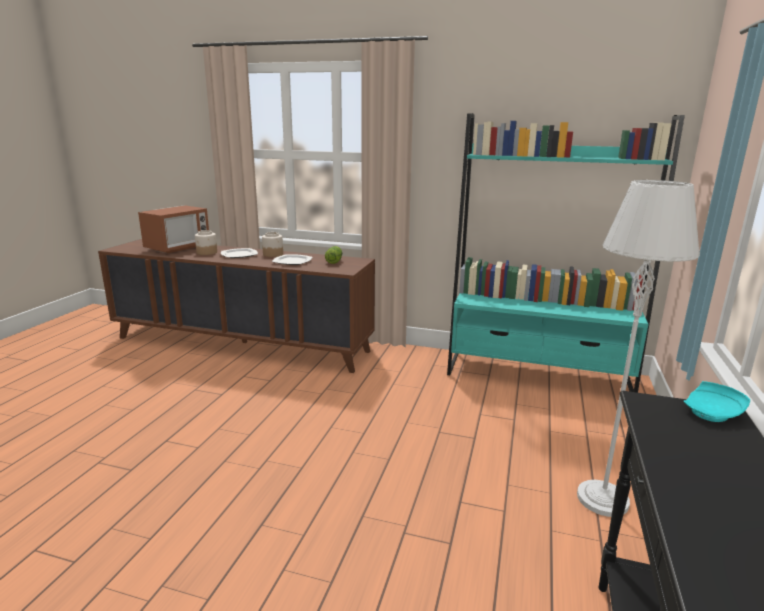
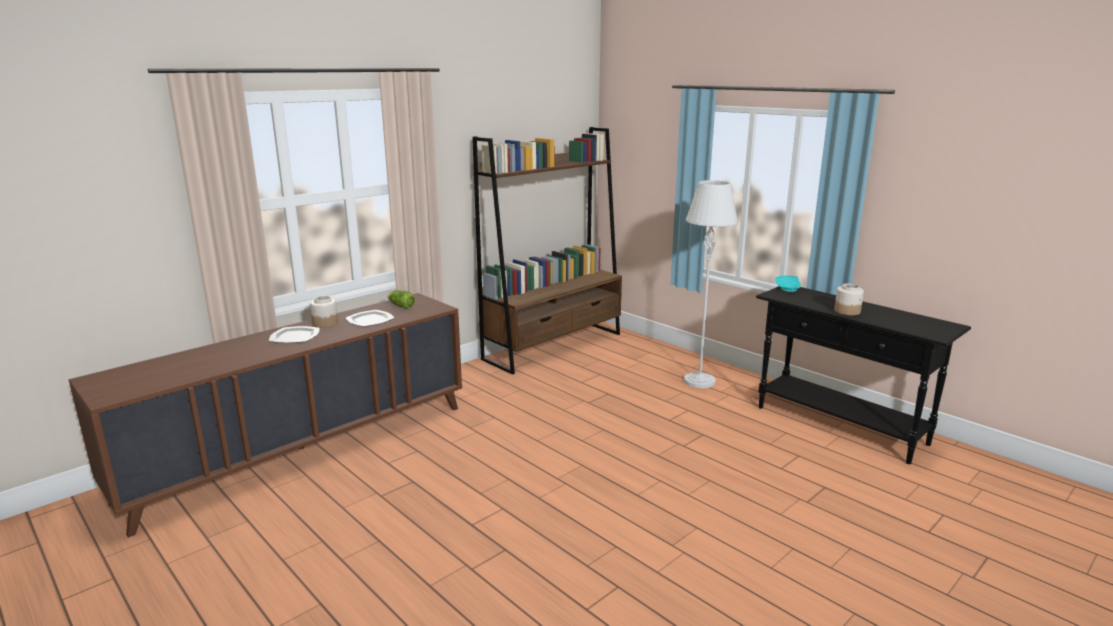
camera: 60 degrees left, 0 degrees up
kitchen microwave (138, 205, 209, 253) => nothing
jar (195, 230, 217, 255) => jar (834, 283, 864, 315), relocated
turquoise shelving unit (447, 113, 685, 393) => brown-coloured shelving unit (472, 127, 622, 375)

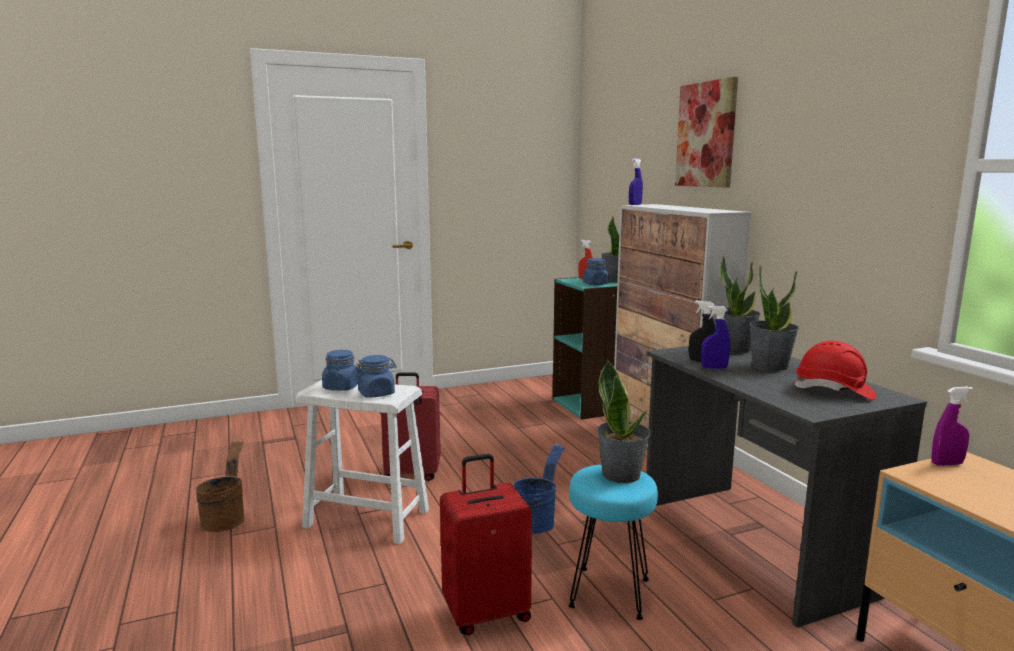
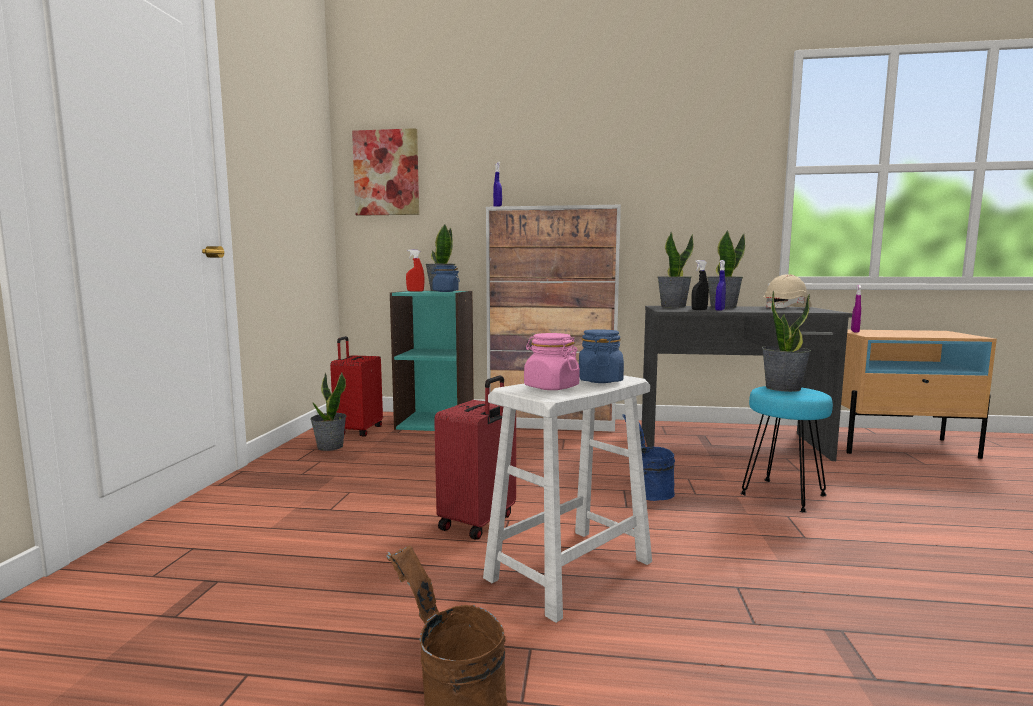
camera: 60 degrees left, 5 degrees down
bluish jar (322, 350, 360, 391) => pink-coloured jar (524, 333, 580, 390)
red-coloured travel case (440, 454, 532, 635) => red-coloured travel case (330, 336, 383, 437), relocated
wall art (675, 77, 738, 187) => wall art (352, 128, 419, 216), relocated
red-coloured work helmet (793, 341, 877, 400) => beige-coloured work helmet (763, 274, 812, 308)
nothing => potted plant (310, 373, 346, 451)

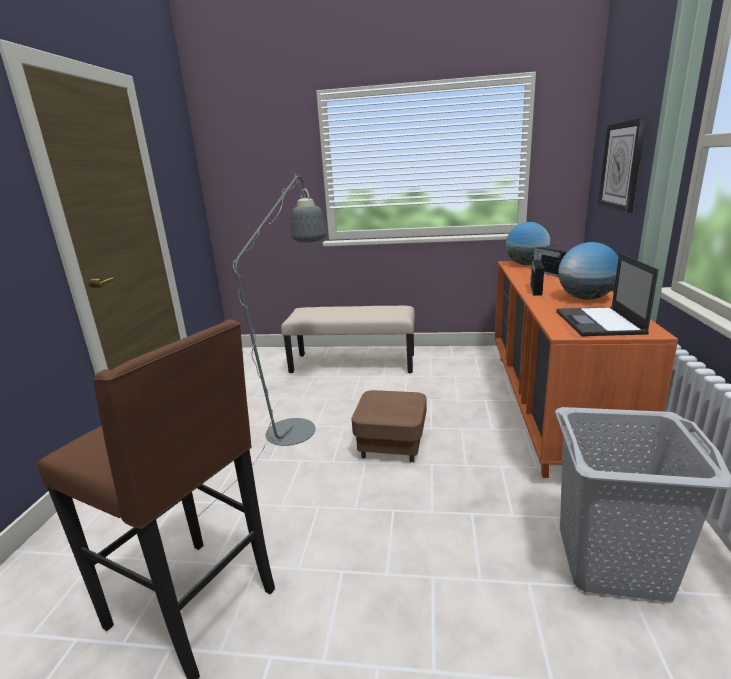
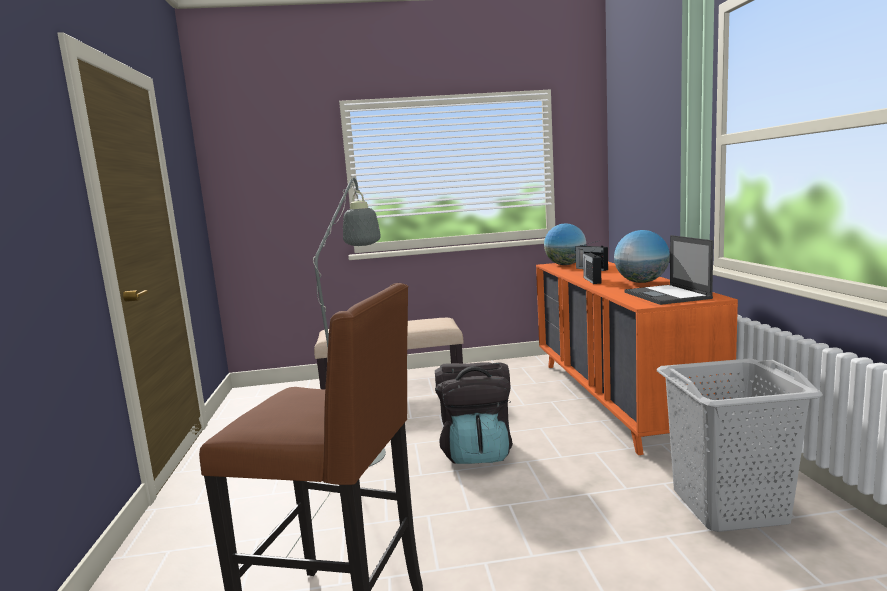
camera: 15 degrees left, 10 degrees down
brown-coloured footrest (352, 390, 427, 462) => black-coloured rucksack (435, 362, 513, 464)
wall clock (598, 118, 646, 213) => nothing

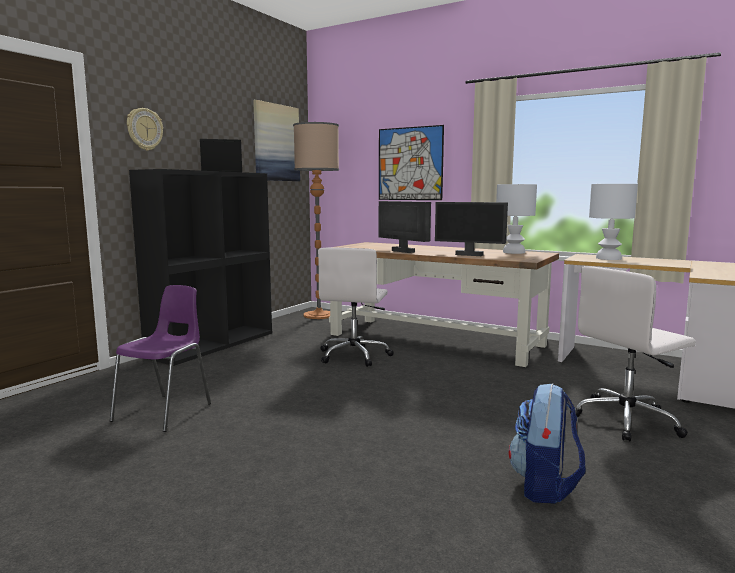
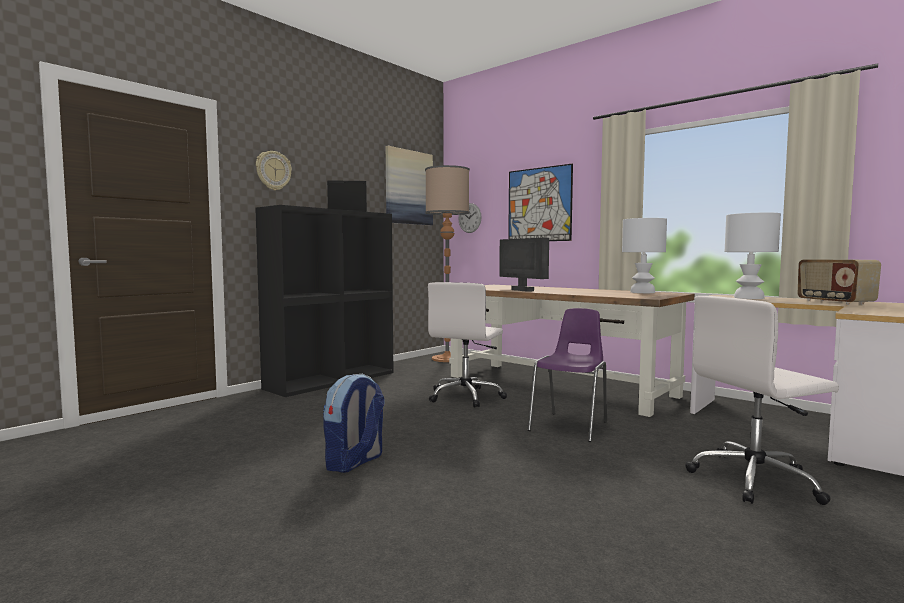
camera: 10 degrees right, 5 degrees down
purplish upright chair (110, 285, 211, 432) => purplish upright chair (528, 308, 607, 442), relocated
monitor (435, 202, 508, 256) => nothing
rucksack (509, 383, 585, 504) => rucksack (323, 374, 385, 473), relocated
nothing => wall clock (458, 203, 482, 233)
nothing => radio (798, 259, 881, 305)

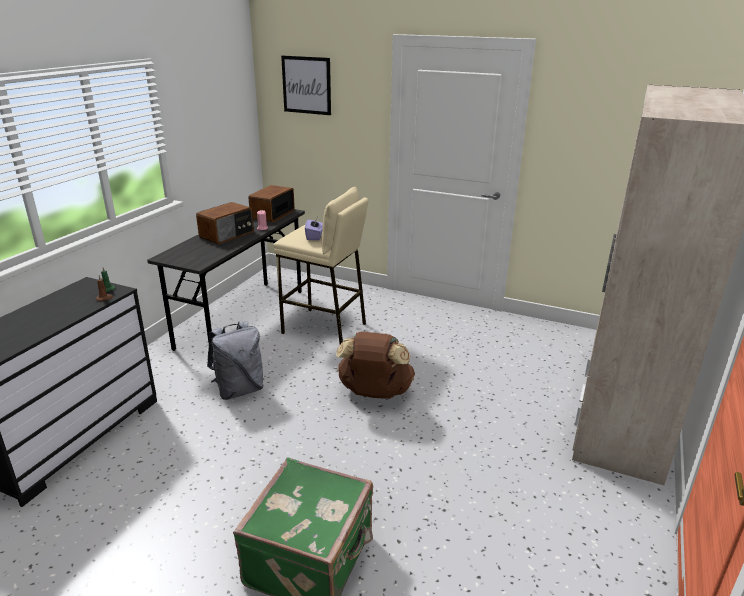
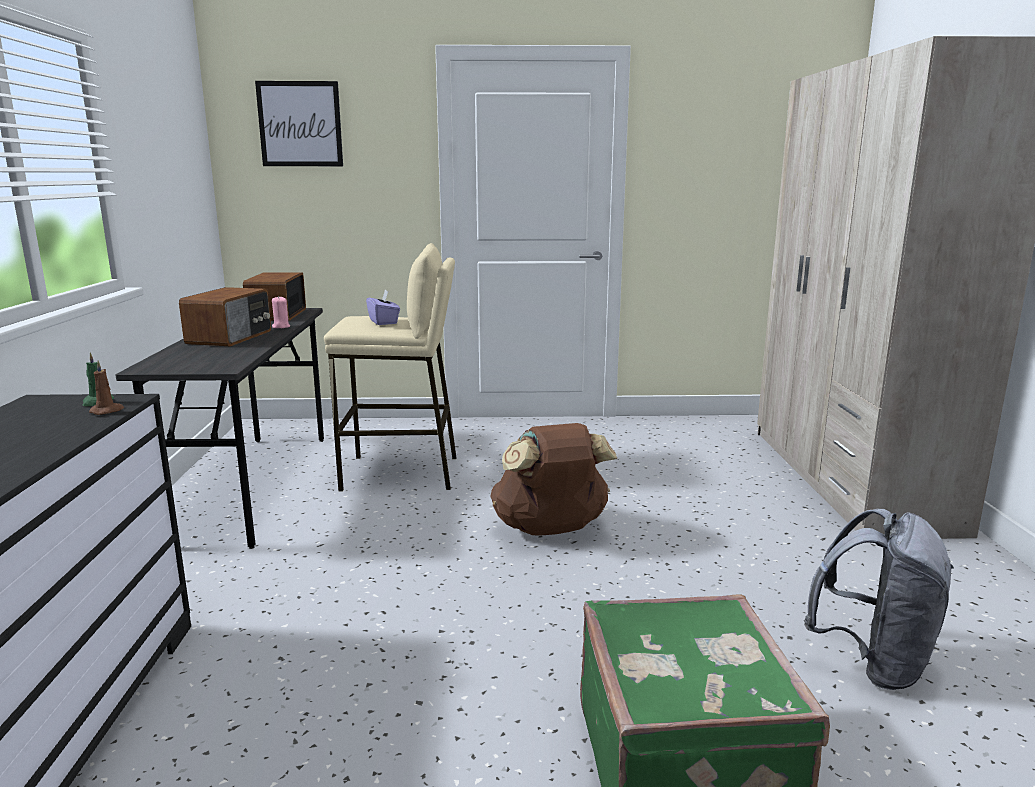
camera: 25 degrees left, 10 degrees down
gray rucksack (207, 321, 264, 400) => gray rucksack (804, 509, 954, 690), relocated

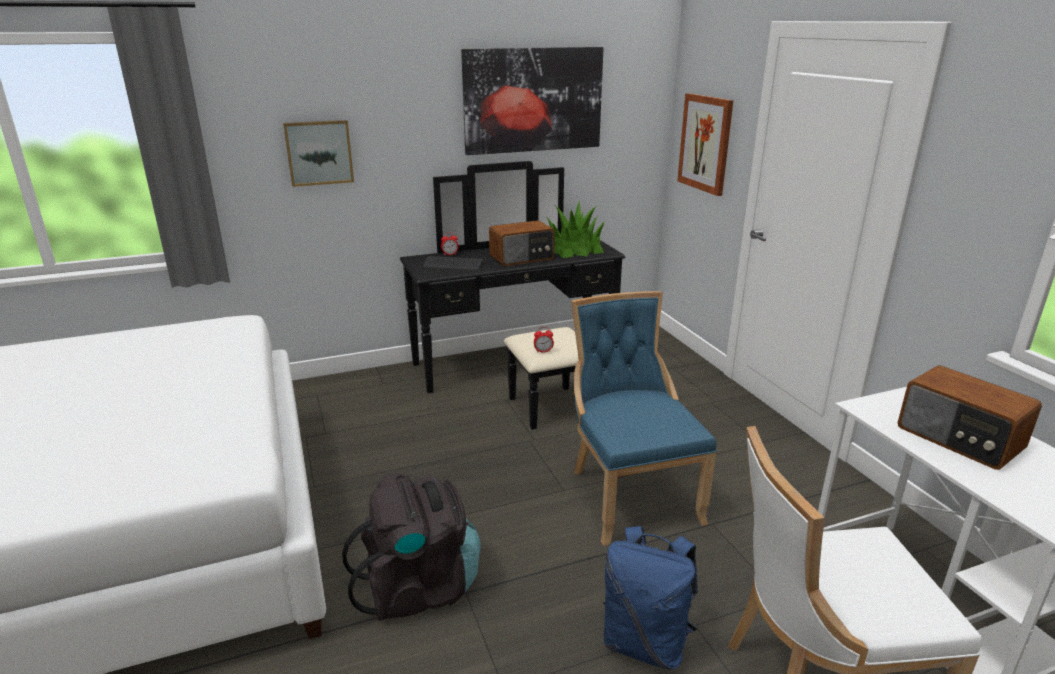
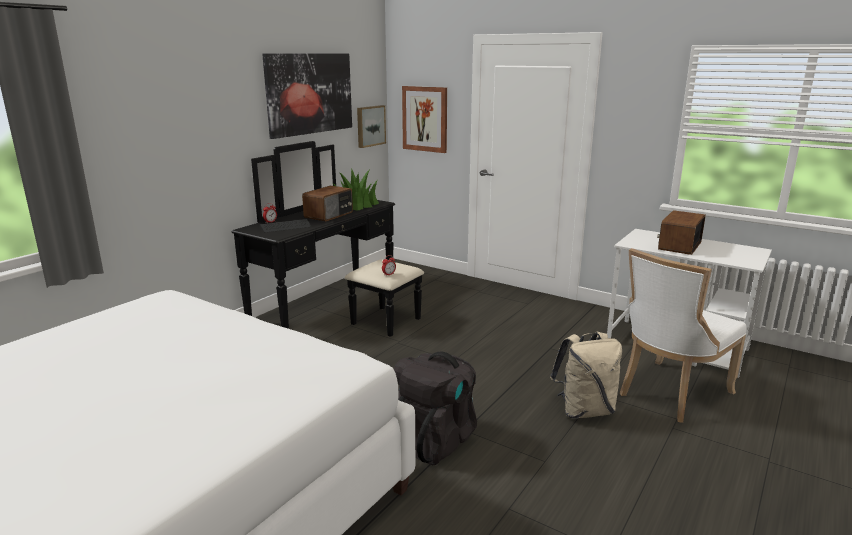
camera: 35 degrees left, 5 degrees down
wall art (283, 120, 354, 187) => wall art (357, 105, 386, 148), relocated
bluish upright chair (571, 291, 717, 546) => nothing
bluish rucksack (603, 526, 698, 670) => beige-coloured rucksack (550, 331, 622, 419)
radio (898, 366, 1042, 470) => radio (657, 210, 706, 255), 105 degrees clockwise

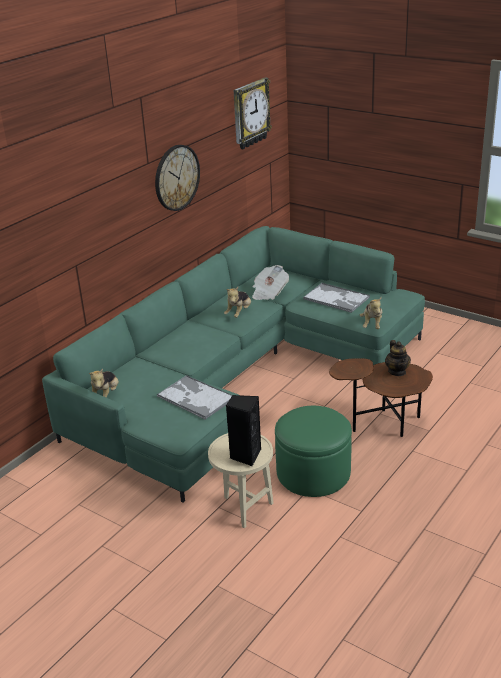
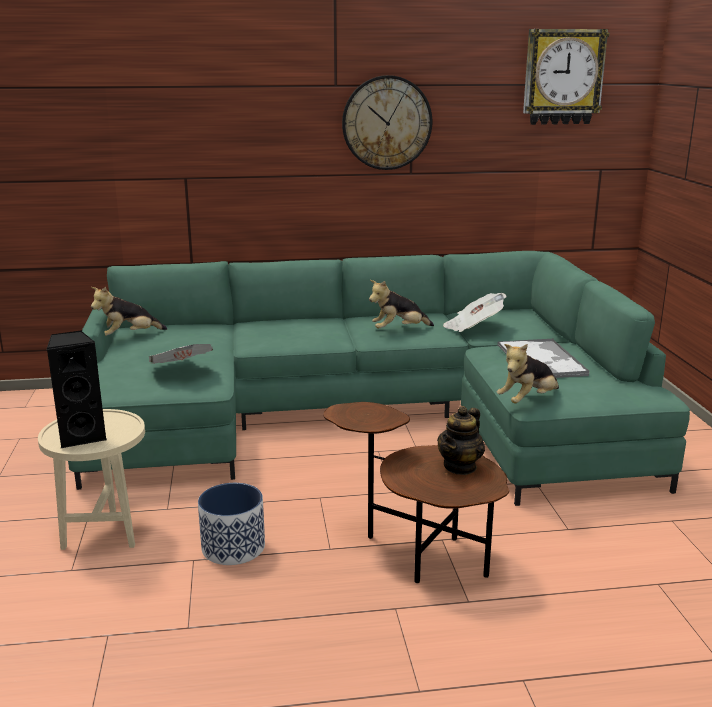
camera: 45 degrees right, 10 degrees down
serving tray (157, 375, 232, 420) => daily paper (148, 344, 213, 364)
green-coloured footrest (275, 406, 352, 497) => planter (198, 483, 265, 565)

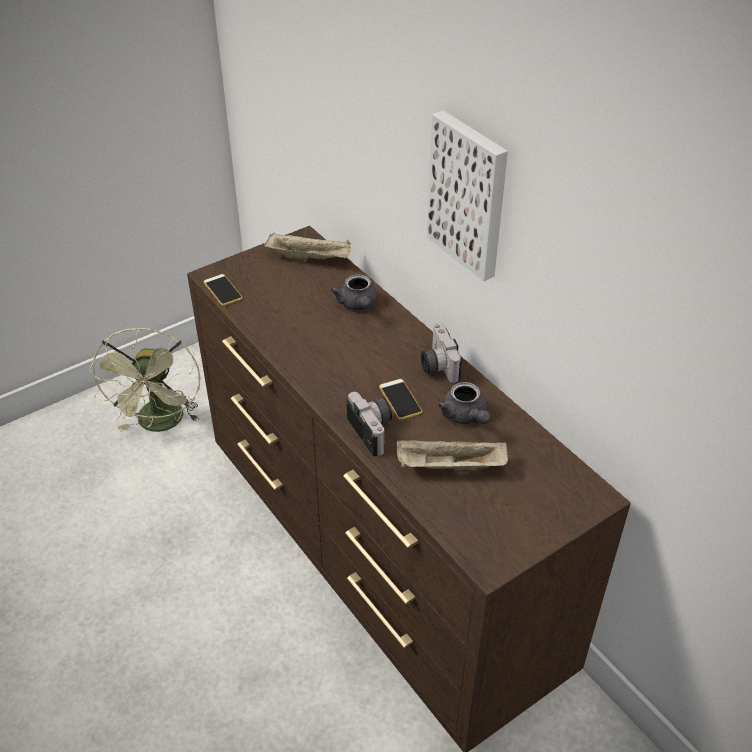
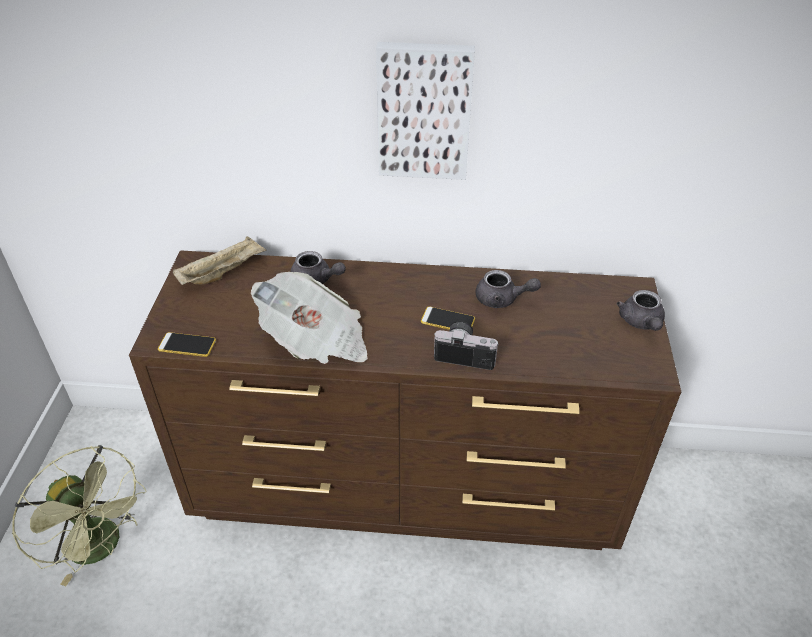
camera: 50 degrees left, 0 degrees up
beige-coloured serving tray (397, 440, 508, 472) => nothing
photo camera (421, 323, 463, 383) => nothing
nothing => daily paper (251, 272, 368, 364)
nothing => gray pot for tea (616, 290, 665, 331)

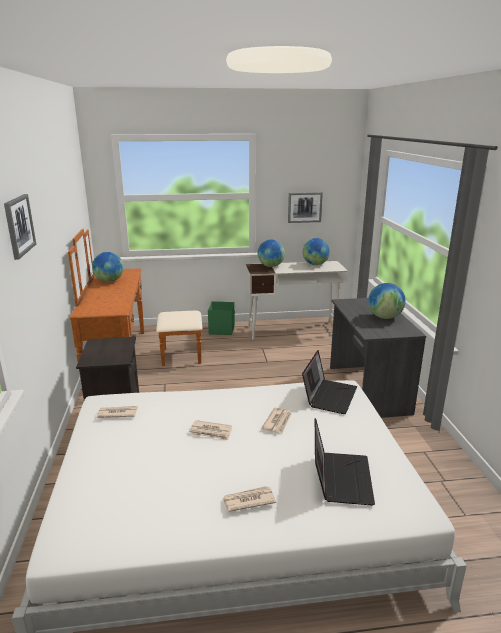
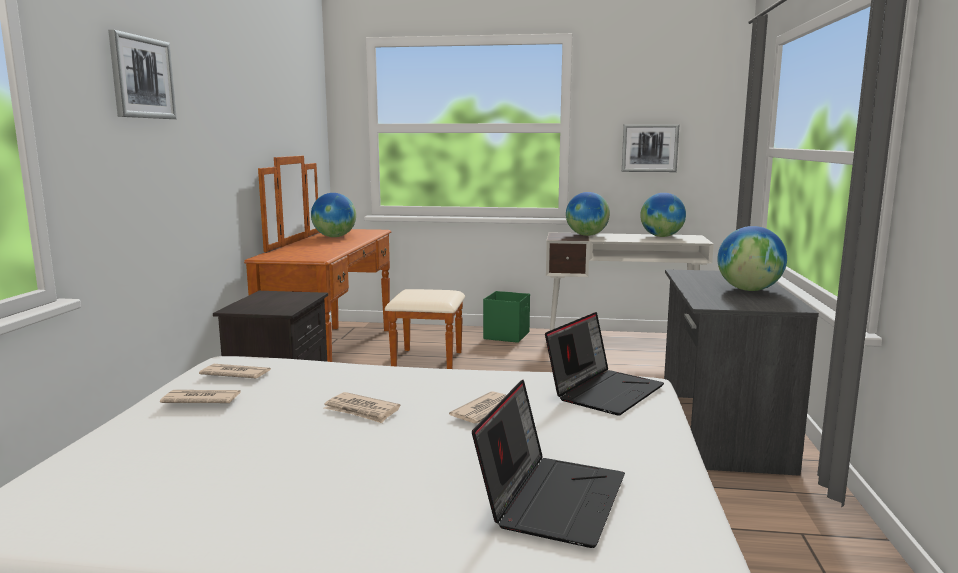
camera: 15 degrees right, 10 degrees down
daily paper (223, 486, 276, 512) => daily paper (160, 390, 241, 403), relocated

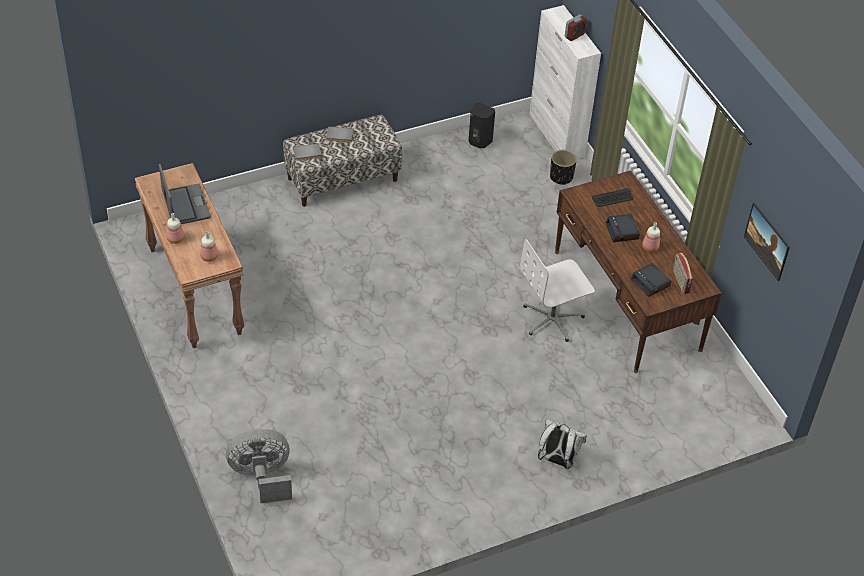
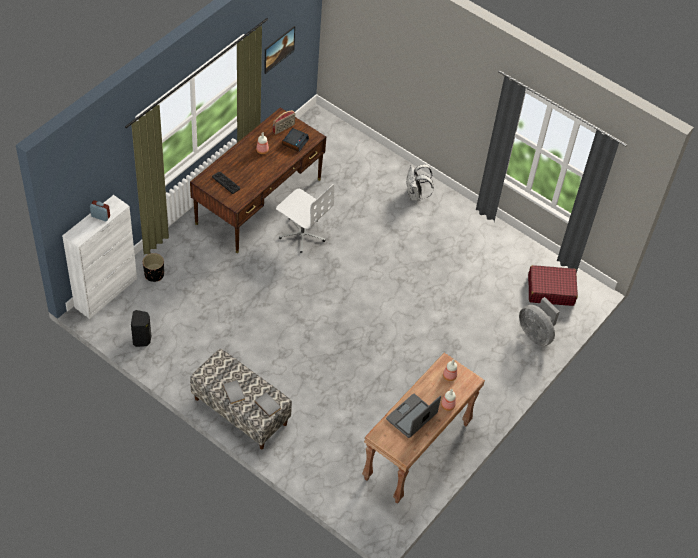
camera: 120 degrees left, 5 degrees up
table clock (606, 214, 640, 242) => nothing
nothing => red-coloured travel case (528, 265, 578, 306)

